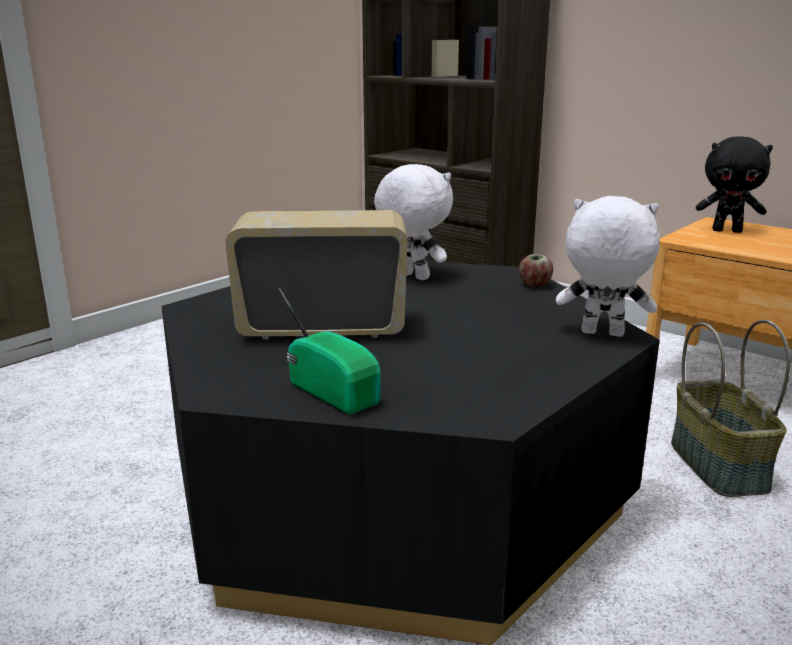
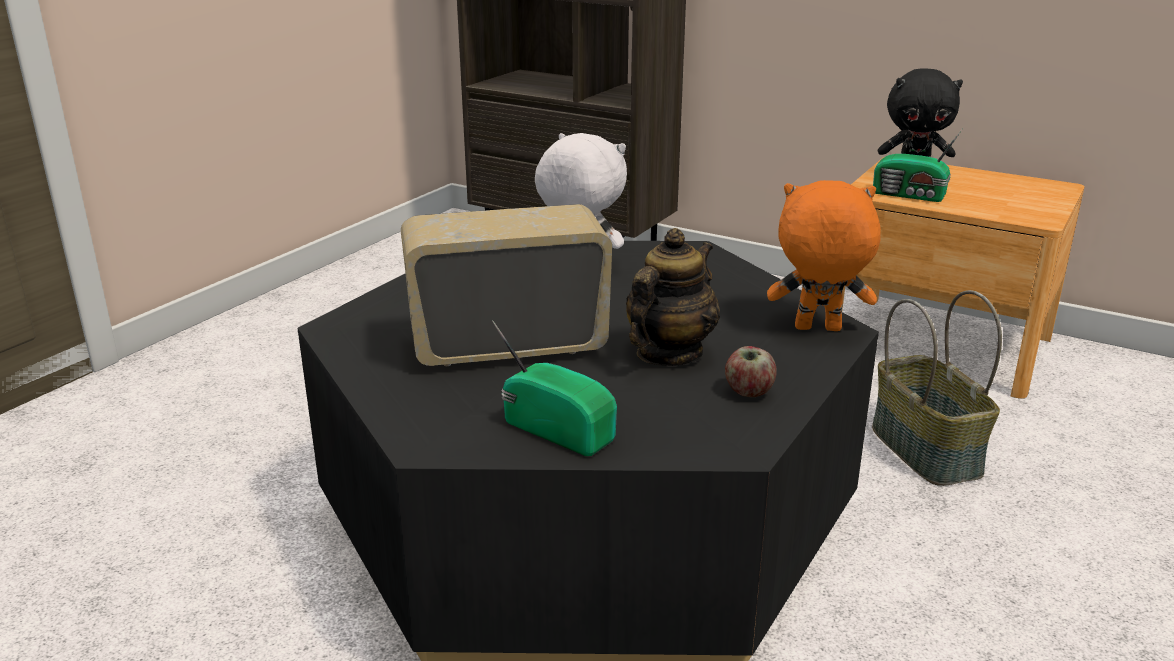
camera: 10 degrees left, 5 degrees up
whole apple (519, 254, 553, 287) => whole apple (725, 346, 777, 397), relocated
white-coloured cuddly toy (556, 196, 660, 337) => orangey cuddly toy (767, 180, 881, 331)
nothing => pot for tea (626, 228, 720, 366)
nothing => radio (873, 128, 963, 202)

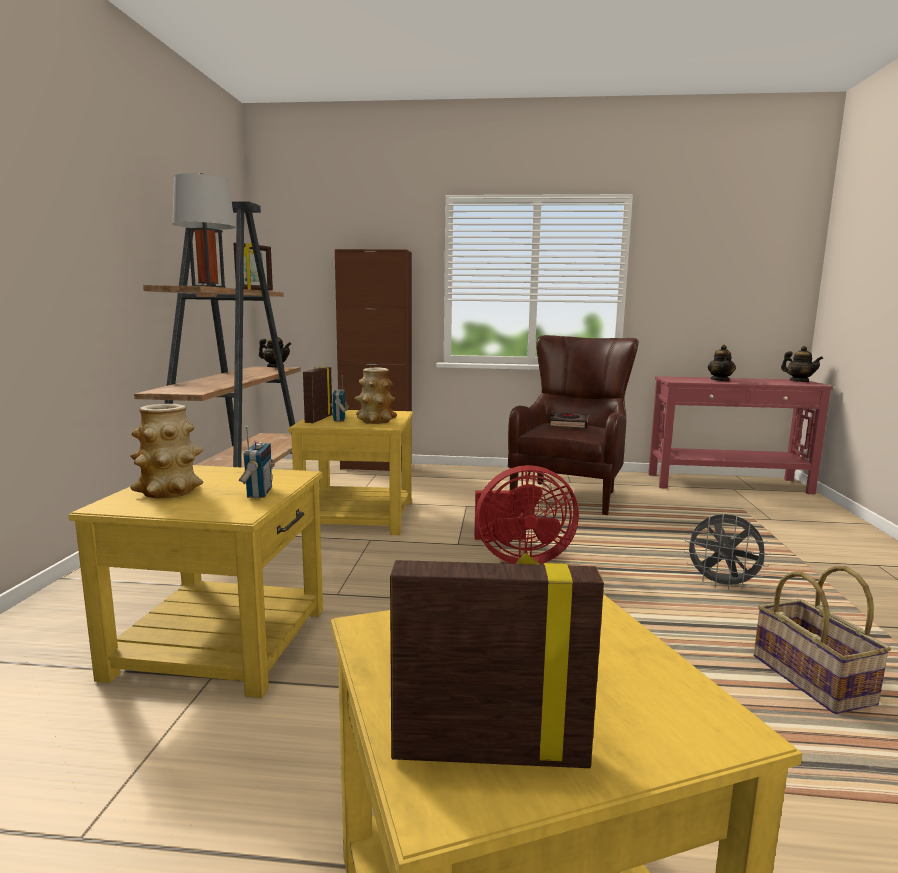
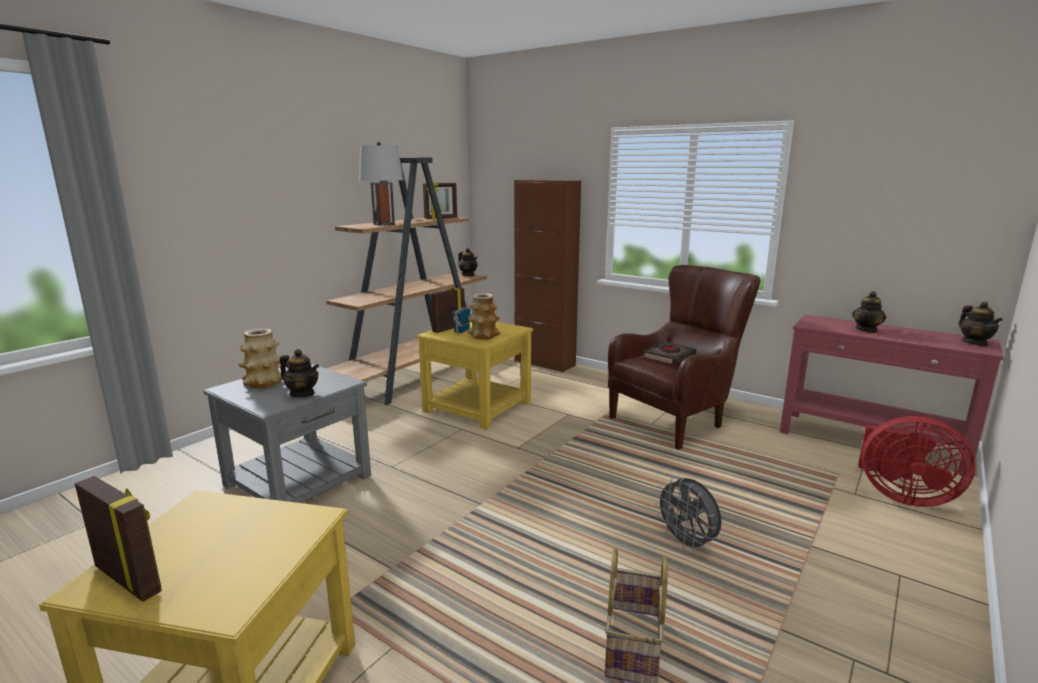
camera: 30 degrees right, 5 degrees up
yellow-coloured accent table (68, 465, 323, 698) => gray accent table (203, 364, 371, 503)
radio (239, 425, 275, 498) => pot for tea (280, 349, 319, 397)
red-coloured fan (474, 465, 579, 564) => red-coloured fan (858, 416, 976, 507), relocated

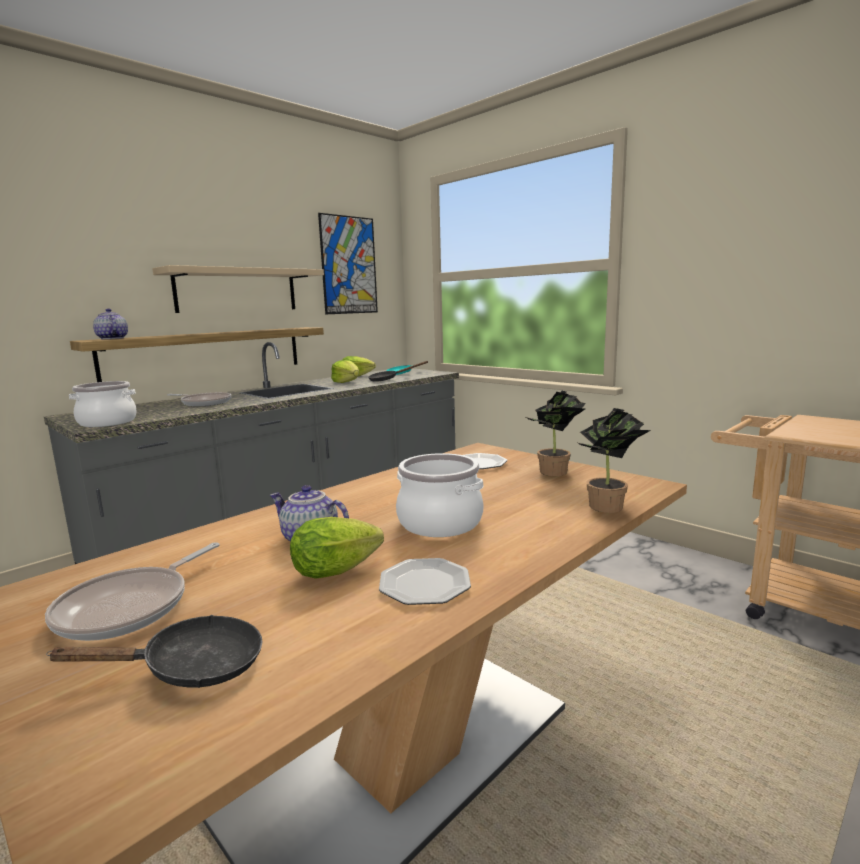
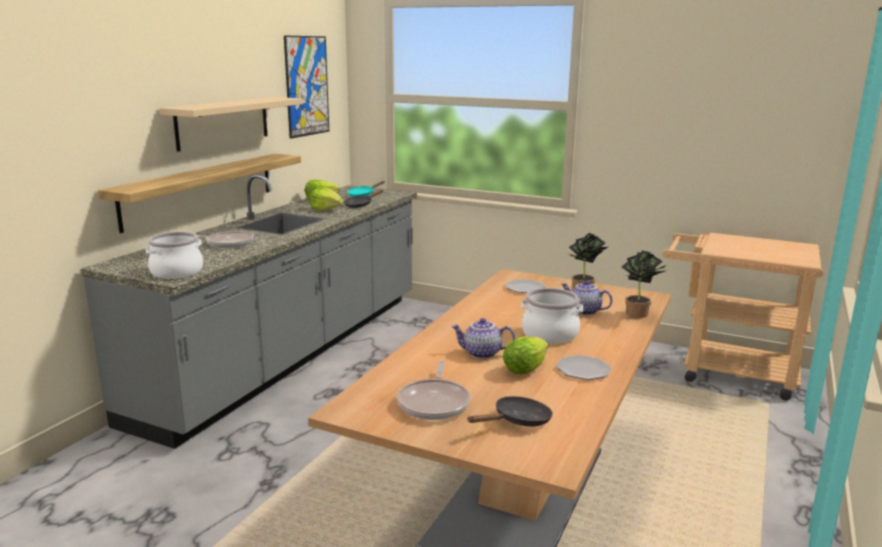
camera: 20 degrees left, 5 degrees up
pot for tea (93, 309, 128, 339) => pot for tea (561, 280, 612, 315), relocated

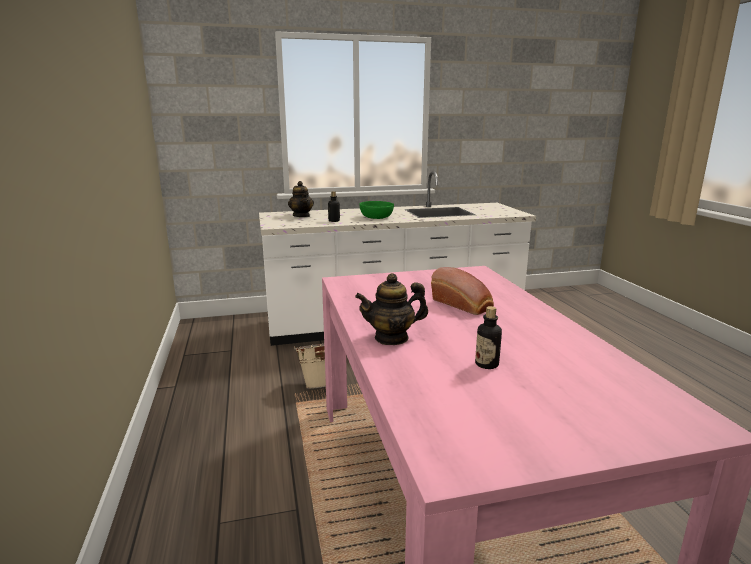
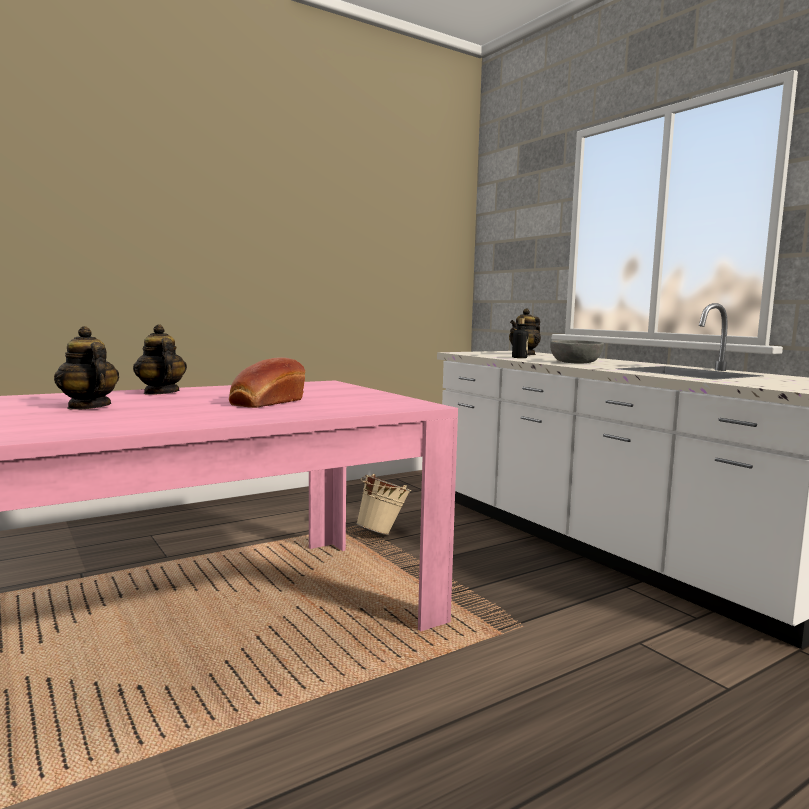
camera: 70 degrees right, 10 degrees down
green-coloured serving bowl (359, 201, 394, 219) => gray serving bowl (550, 340, 604, 364)
bottle (475, 306, 502, 369) => pot for tea (54, 326, 119, 410)

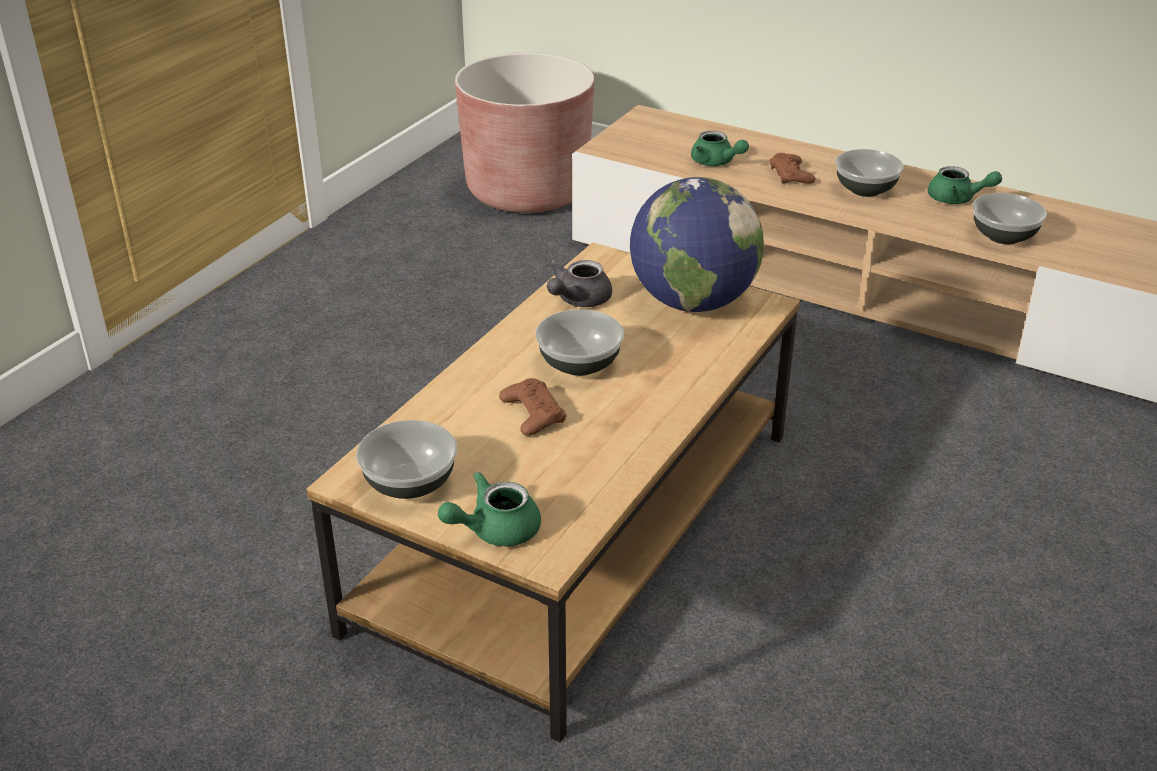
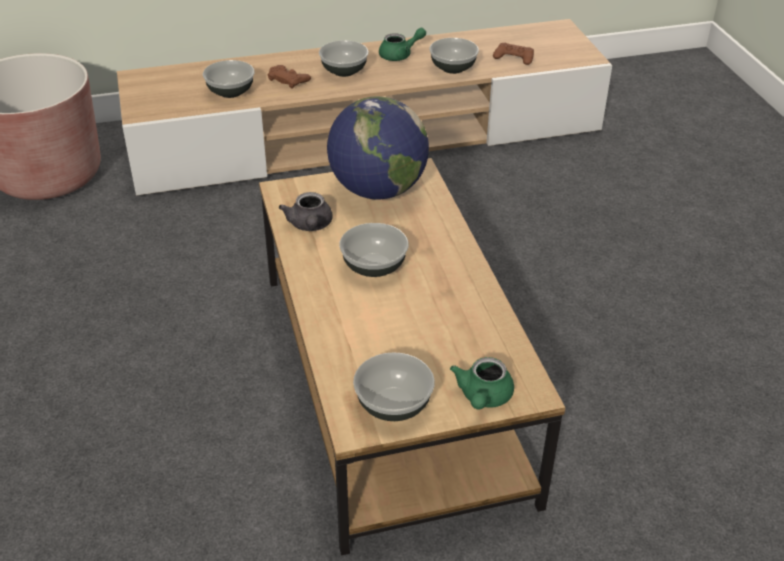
camera: 45 degrees left, 5 degrees up
brown-coloured gamepad (499, 378, 566, 436) => brown-coloured gamepad (493, 43, 534, 65), relocated
green-coloured pot for tea (691, 131, 749, 166) => serving bowl (203, 60, 255, 98)

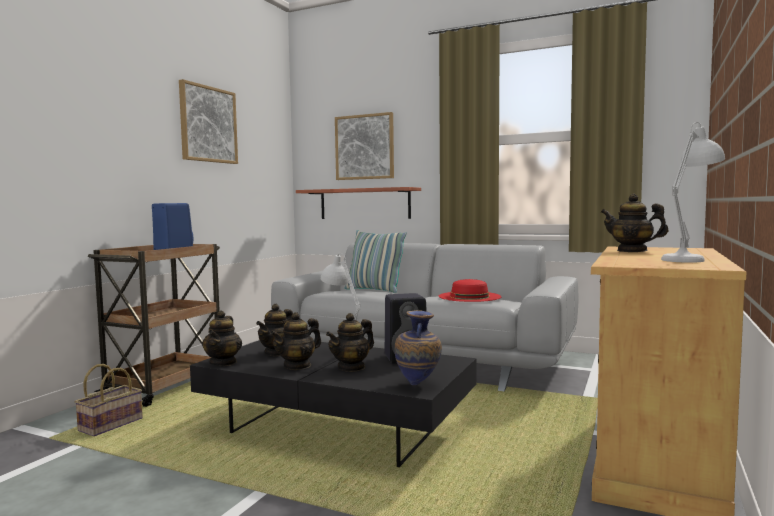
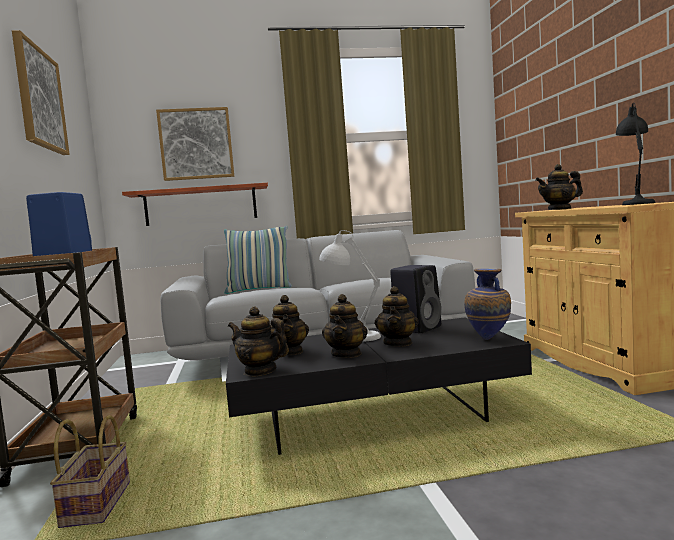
camera: 35 degrees left, 0 degrees up
pot for tea (202, 311, 242, 366) => pot for tea (228, 307, 289, 377), 150 degrees clockwise
red-coloured hat (439, 279, 501, 302) => nothing
white-coloured tabletop lamp (661, 122, 725, 263) => black-coloured tabletop lamp (616, 103, 655, 205)

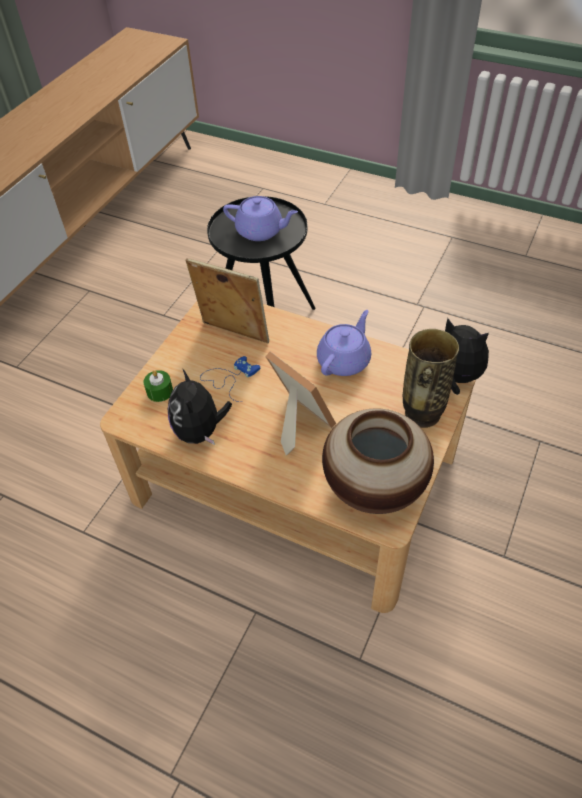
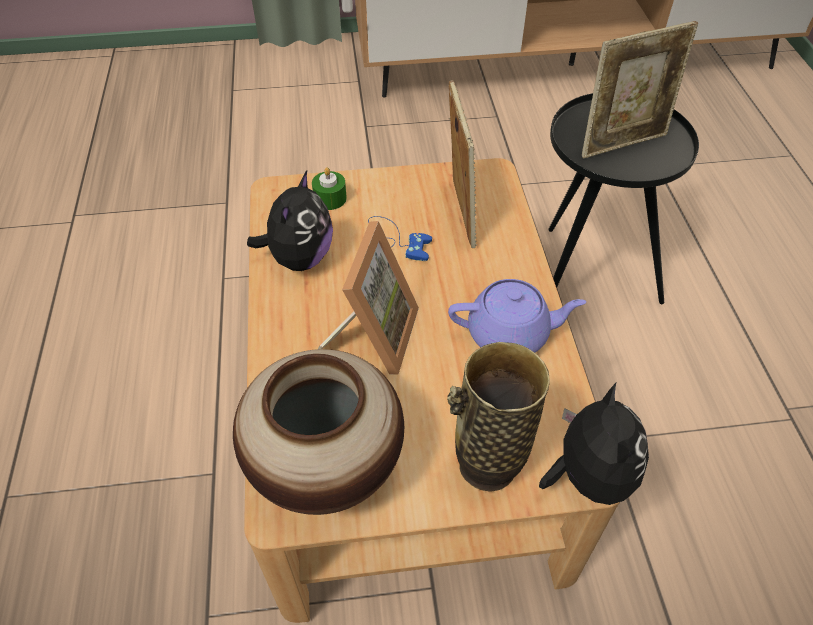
camera: 55 degrees right, 0 degrees up
cuddly toy (168, 369, 232, 445) => cuddly toy (247, 171, 333, 271), 150 degrees clockwise
purplish pot for tea (223, 196, 298, 241) => picture frame (582, 21, 698, 158)

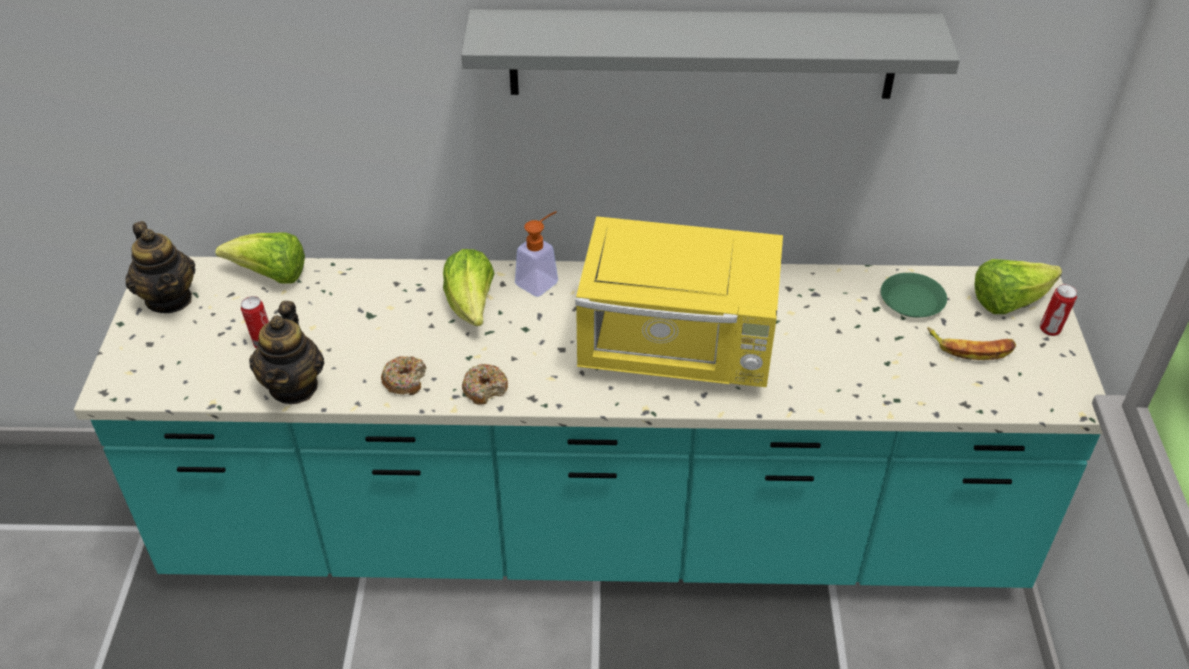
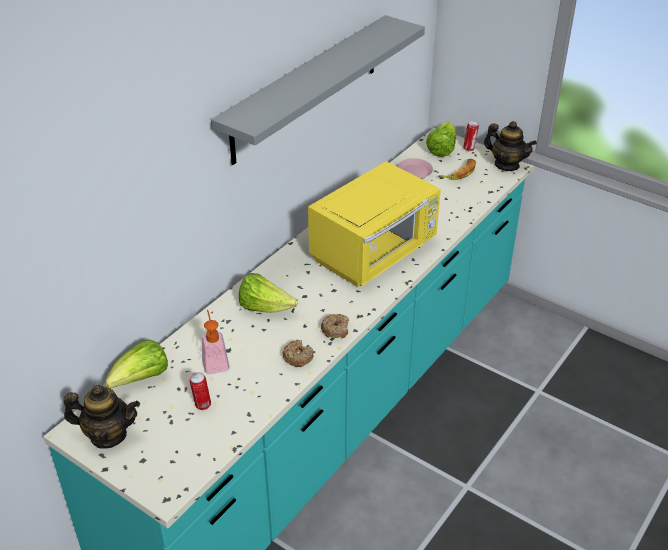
camera: 55 degrees left, 5 degrees down
pot for tea (249, 301, 324, 404) => pot for tea (484, 121, 537, 171), relocated
soap dispenser (515, 211, 558, 297) => soap dispenser (202, 310, 230, 374), relocated
green-coloured plate (881, 273, 947, 318) => pink-coloured plate (397, 158, 433, 179)

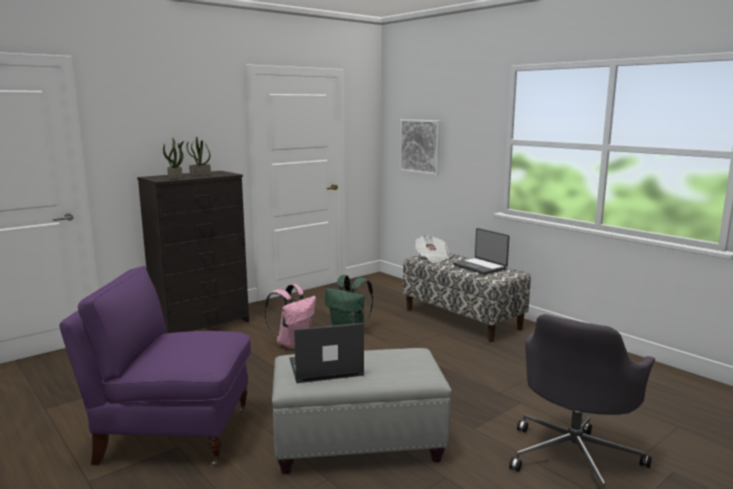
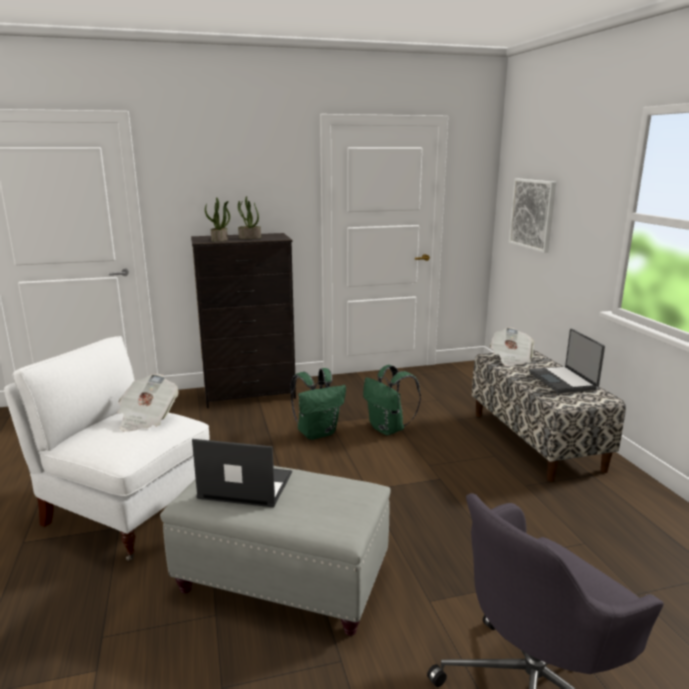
camera: 25 degrees right, 5 degrees up
purplish lounge chair (59, 266, 251, 467) => white-coloured lounge chair (4, 336, 209, 561)
pink-coloured rucksack (264, 284, 316, 349) => green-coloured rucksack (291, 368, 346, 440)
nothing => daily paper (117, 374, 179, 432)

